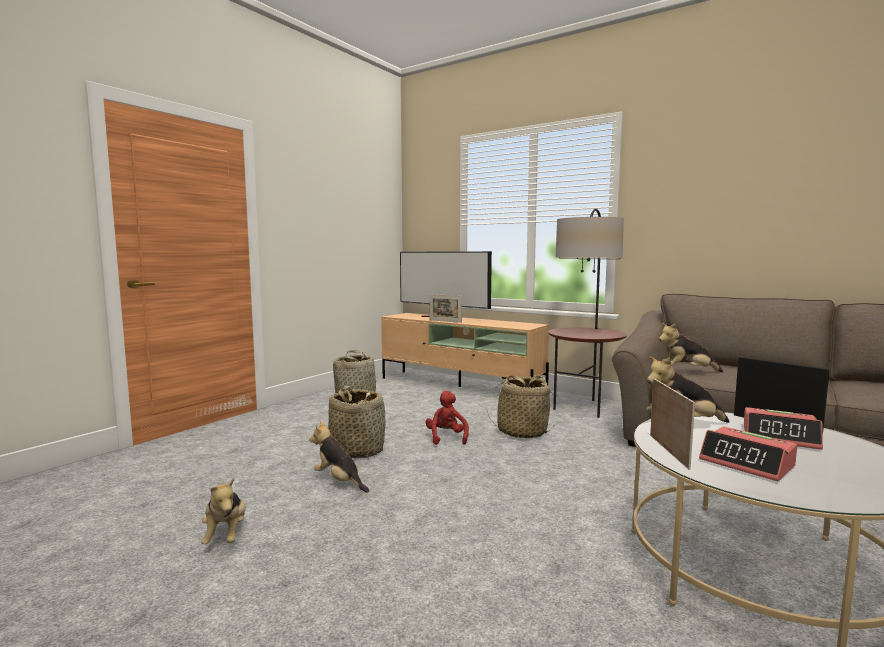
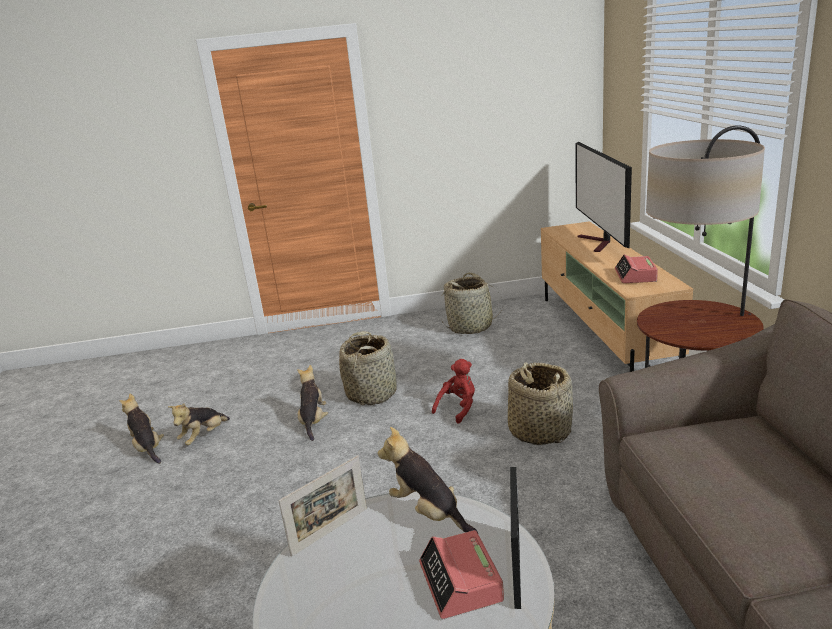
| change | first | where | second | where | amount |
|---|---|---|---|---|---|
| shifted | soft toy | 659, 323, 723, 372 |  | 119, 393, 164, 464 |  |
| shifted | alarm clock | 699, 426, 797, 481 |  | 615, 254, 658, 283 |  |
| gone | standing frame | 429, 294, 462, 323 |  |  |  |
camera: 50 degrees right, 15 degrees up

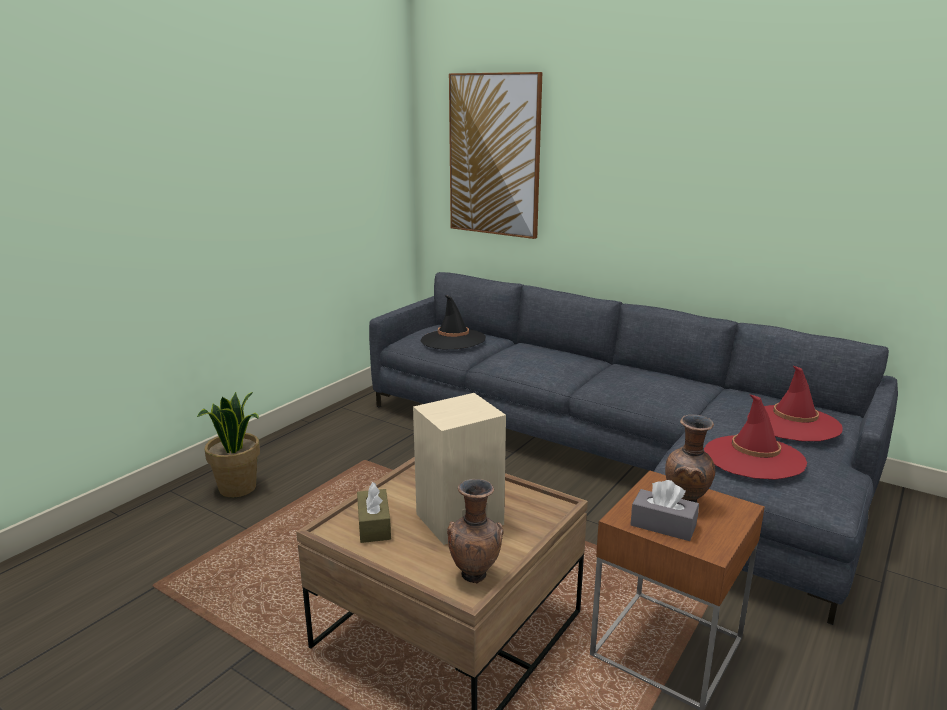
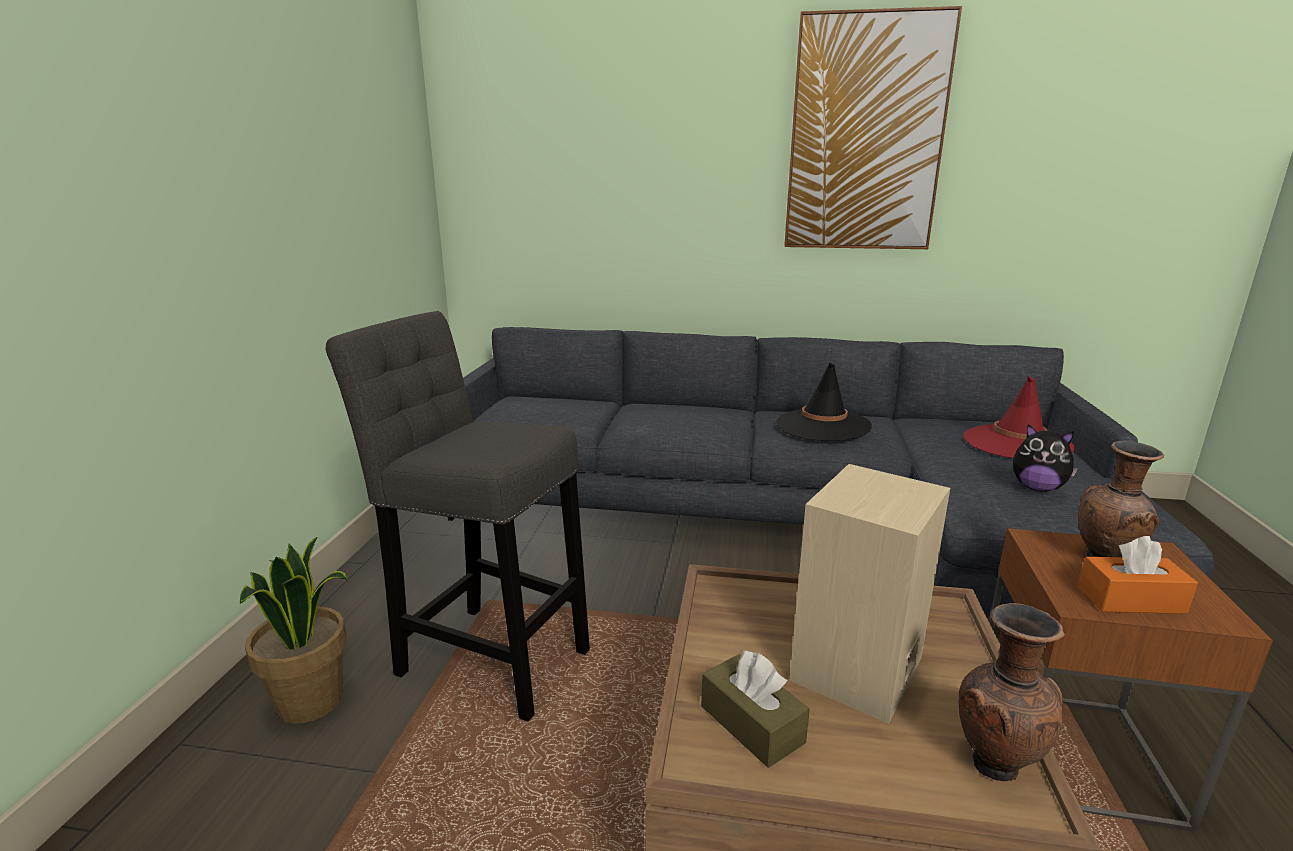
| change | first | where | second | where | amount |
|---|---|---|---|---|---|
| new |  |  | grey stool | 326, 311, 590, 722 |  |
| shifted | black hat | 421, 295, 486, 349 |  | 776, 363, 872, 441 |  |
| shifted | wall art | 449, 72, 542, 239 |  | 784, 6, 962, 249 |  |
| swapped | red hat | 704, 394, 807, 480 | soft toy | 1013, 424, 1078, 492 |  |
| repainted | grey tissue holder | 630, 480, 699, 541 | orangey tissue holder | 1078, 536, 1198, 614 |  |
camera: 25 degrees left, 0 degrees up

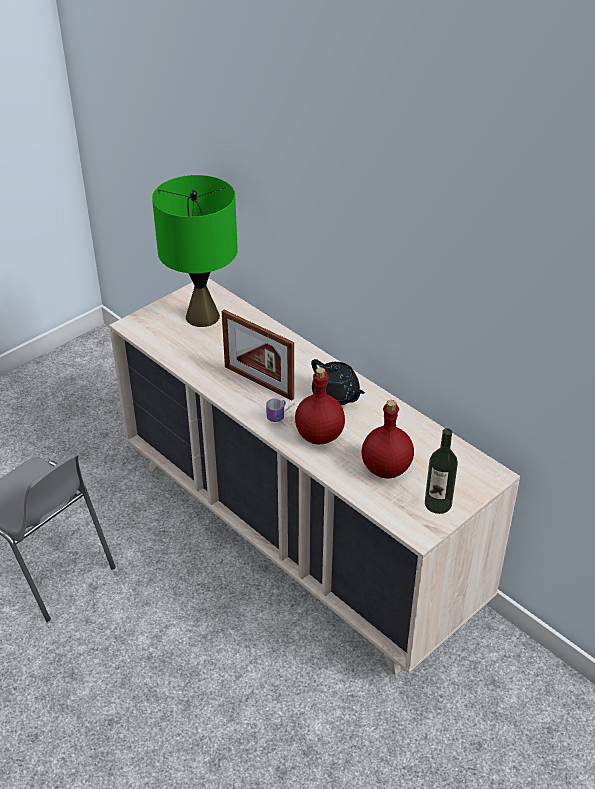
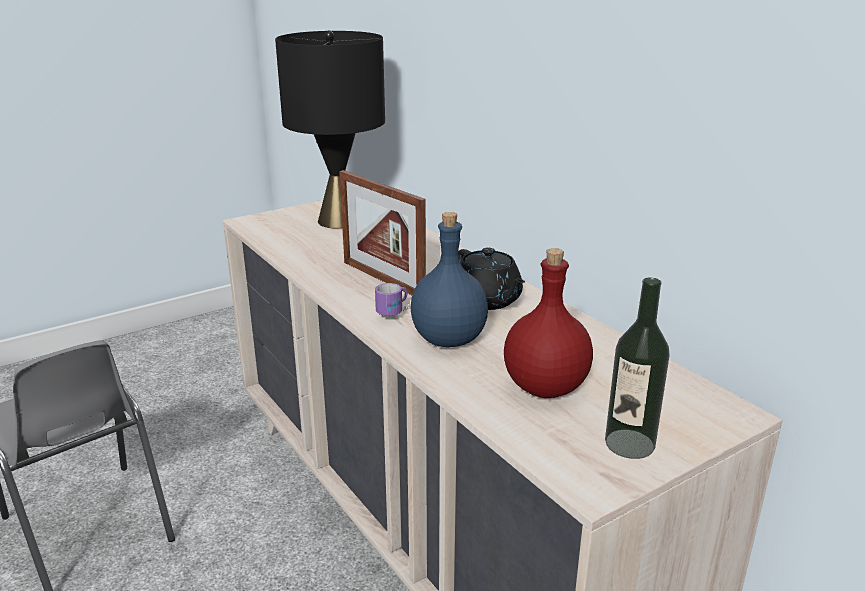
| change | first | where | second | where | amount |
|---|---|---|---|---|---|
| repainted | greenish lamp for a table | 152, 175, 238, 327 | black lamp for a table | 275, 30, 385, 229 |  |
| repainted | red beverage bottle | 295, 367, 345, 445 | blue-coloured beverage bottle | 410, 212, 488, 347 |  |
camera: 10 degrees right, 15 degrees down

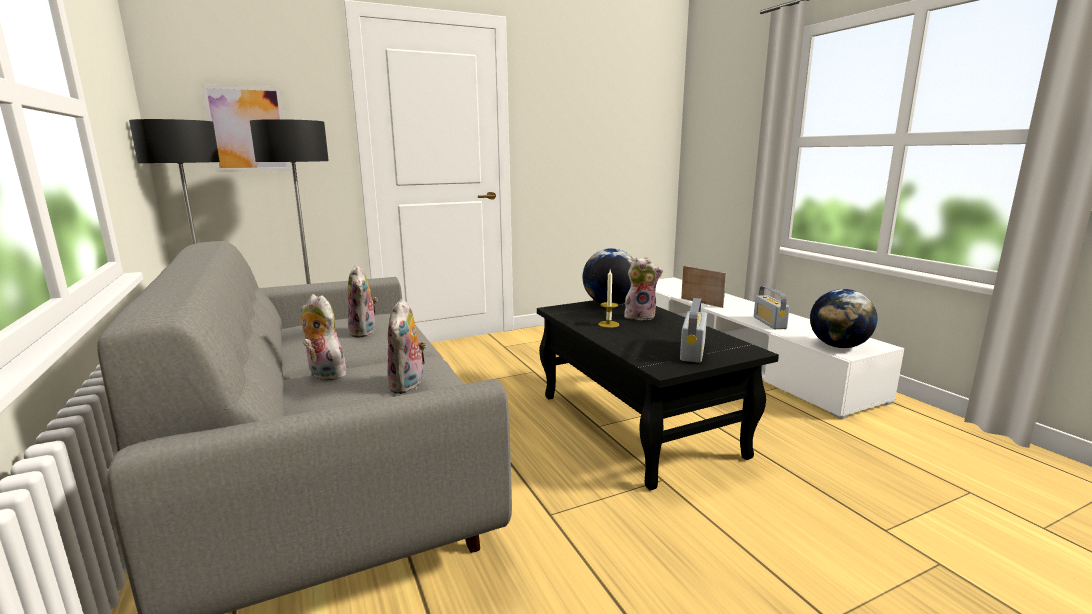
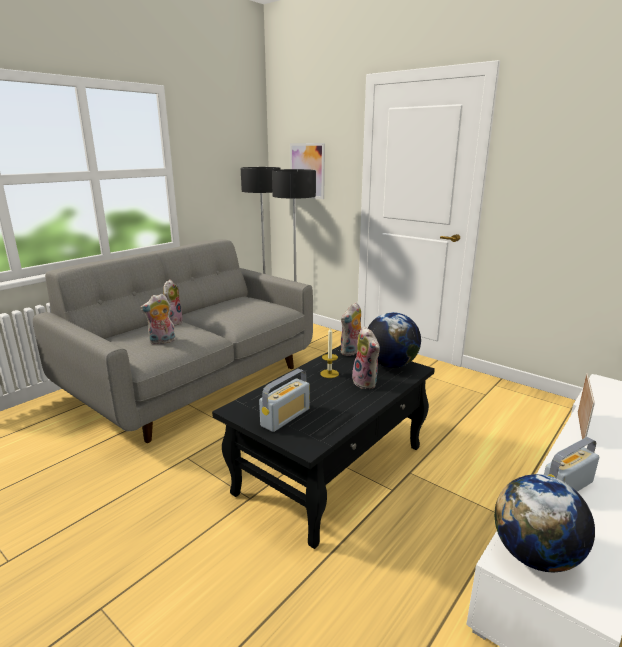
| change | first | where | second | where | amount |
|---|---|---|---|---|---|
| rotated | radio receiver | 680, 298, 707, 363 |  | 259, 369, 310, 432 | 135 degrees clockwise |
| shifted | soft toy | 348, 265, 378, 338 |  | 340, 302, 362, 356 |  |
camera: 65 degrees right, 5 degrees up

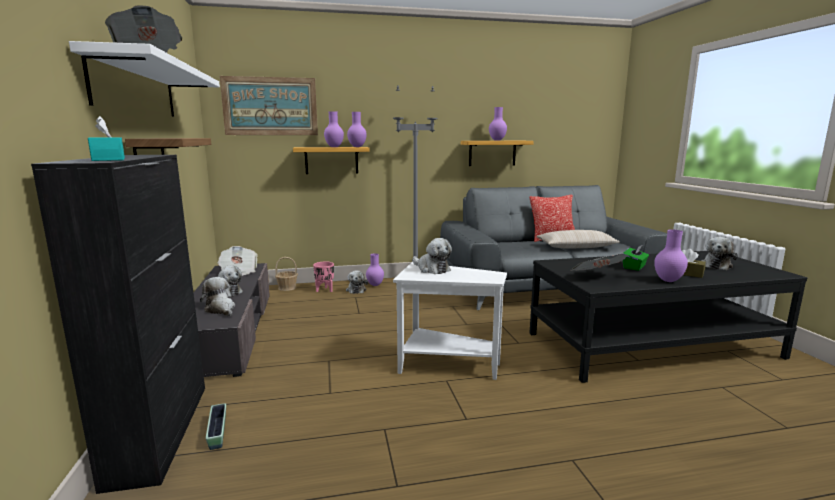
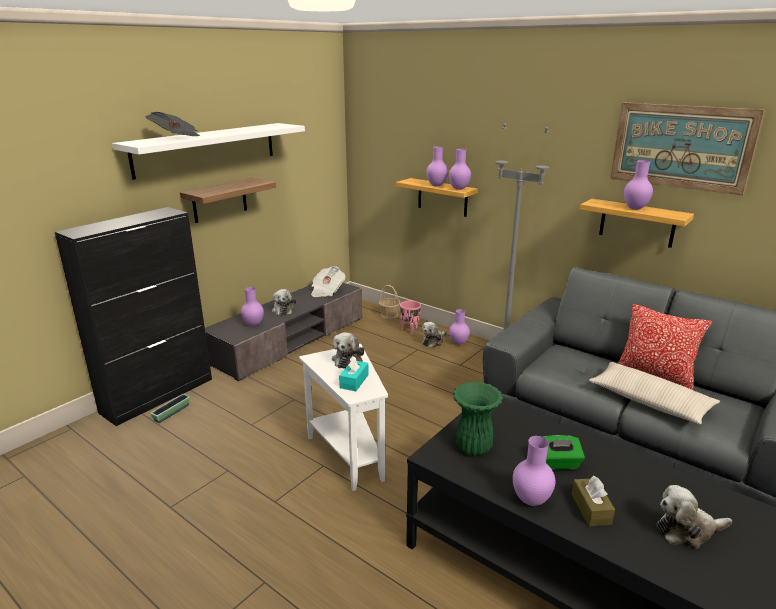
| change | first | where | second | where | amount |
|---|---|---|---|---|---|
| swapped | soft toy | 200, 277, 235, 316 | purple decorative vase | 241, 287, 264, 326 |  |
| shifted | turquoise-coloured tissue holder | 88, 116, 125, 161 |  | 339, 356, 369, 391 |  |
| swapped | printed paper | 571, 254, 628, 271 | greenish decorative vase | 453, 382, 503, 456 |  |
| shifted | wall art | 220, 76, 318, 135 |  | 610, 102, 765, 196 |  |
camera: 50 degrees right, 10 degrees up

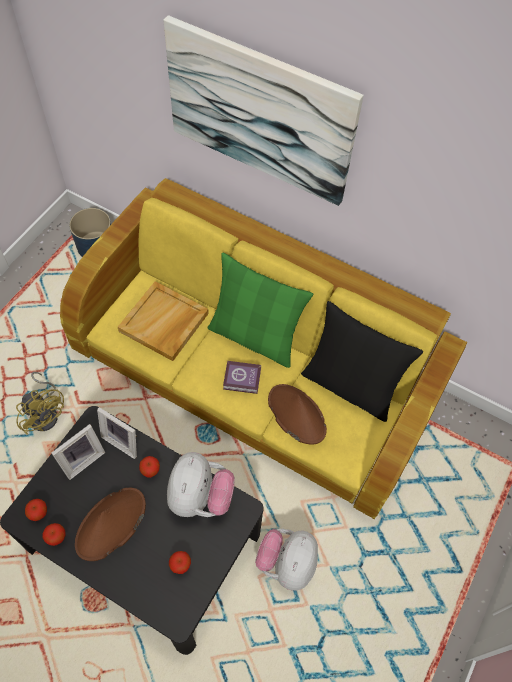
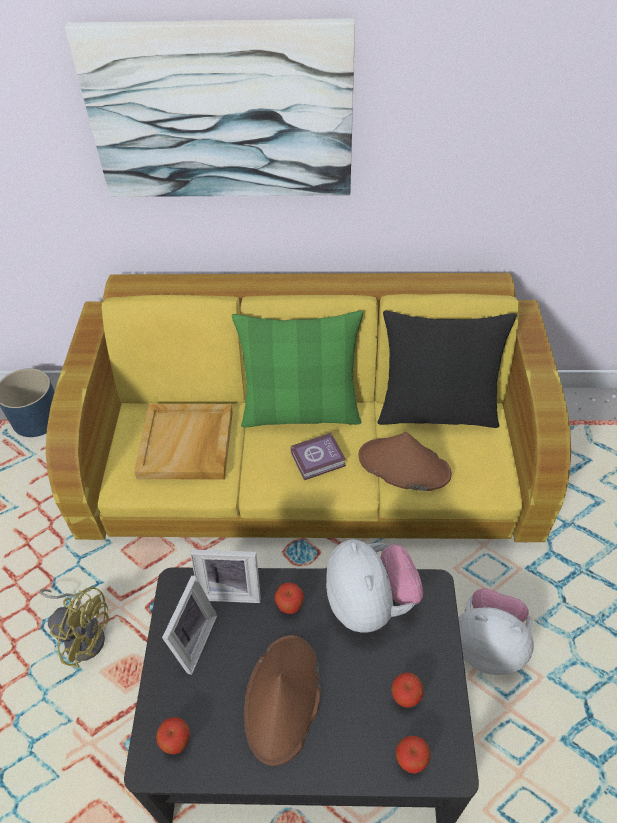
| change | first | where | second | where | amount |
|---|---|---|---|---|---|
| shifted | apple | 43, 523, 65, 546 |  | 396, 736, 430, 774 |  |
| rotated | soft toy | 255, 529, 318, 591 |  | 458, 588, 534, 675 | 120 degrees clockwise |
camera: 25 degrees left, 10 degrees down

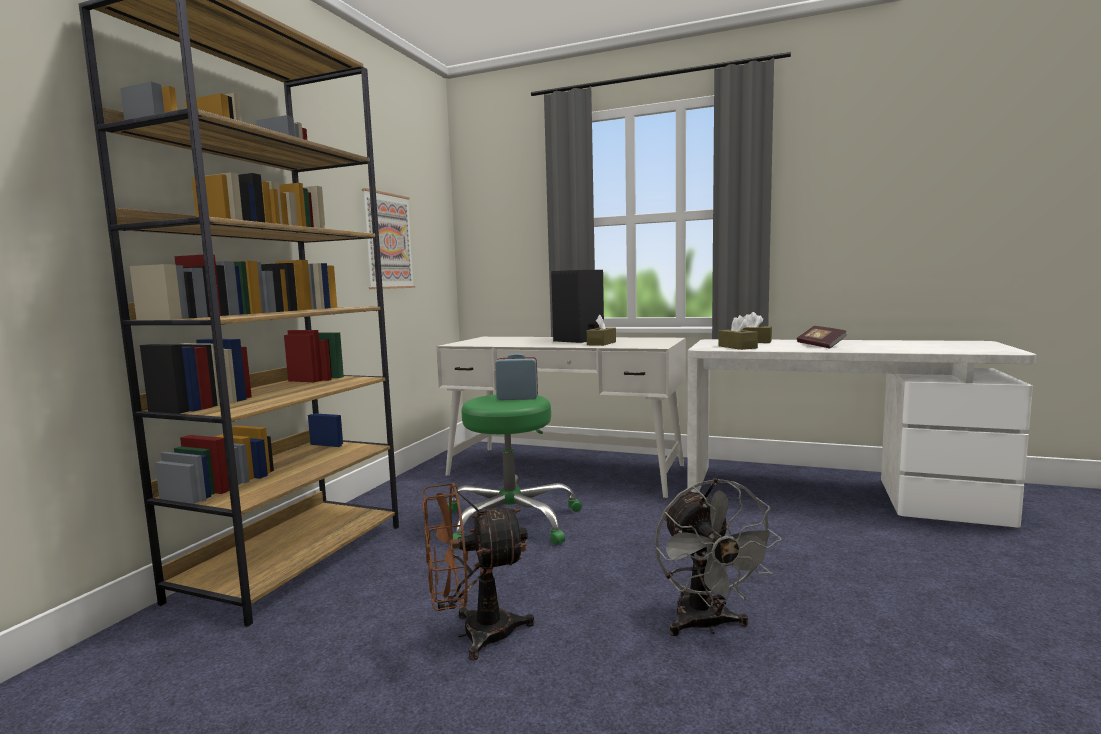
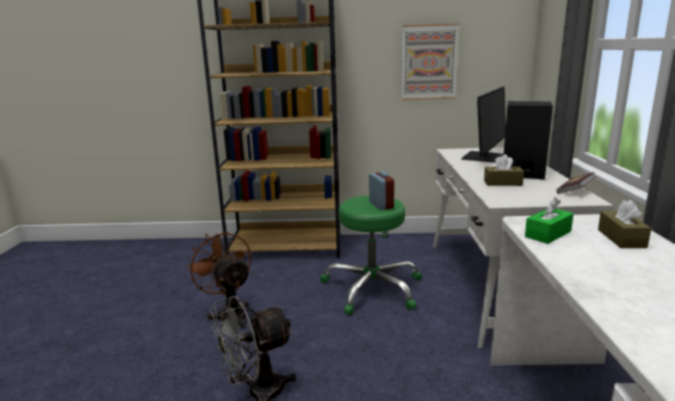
| change | first | where | second | where | amount |
|---|---|---|---|---|---|
| new |  |  | monitor | 461, 86, 506, 163 |  |
| repainted | brown tissue holder | 719, 315, 758, 350 | greenish tissue holder | 525, 197, 573, 244 |  |
| shifted | book | 797, 326, 847, 348 |  | 556, 172, 596, 194 |  |
camera: 70 degrees right, 10 degrees up

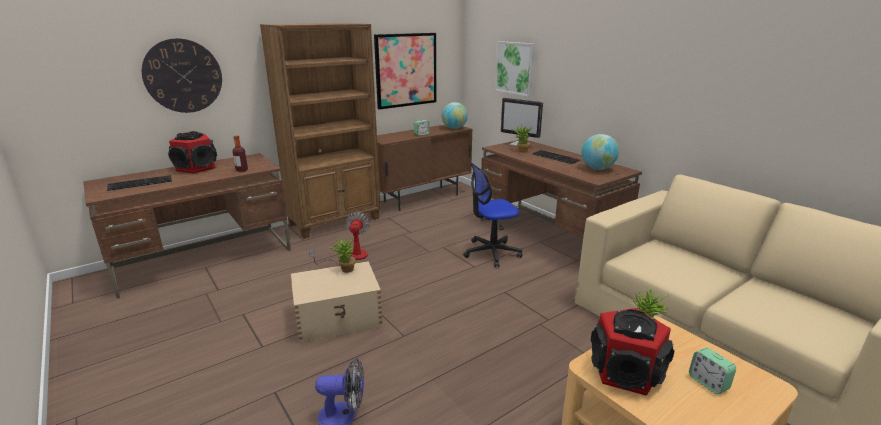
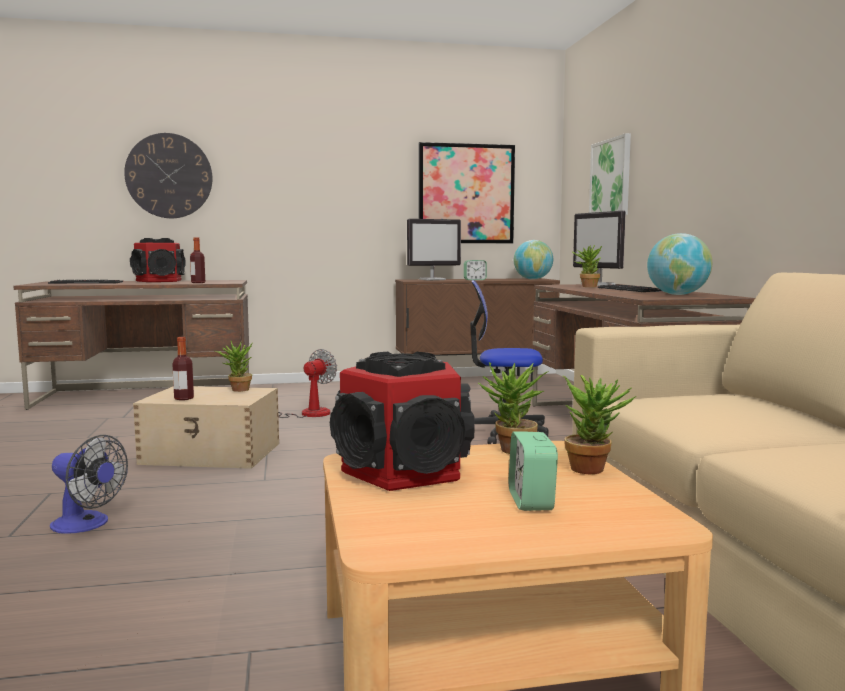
| change | first | where | second | where | amount |
|---|---|---|---|---|---|
| new |  |  | beverage bottle | 172, 337, 194, 400 |  |
| new |  |  | monitor | 407, 219, 461, 280 |  |
| new |  |  | plant in a pot | 562, 375, 637, 474 |  |
| gone | brown bookcase | 260, 23, 381, 239 |  |  |  |
camera: 25 degrees right, 15 degrees down

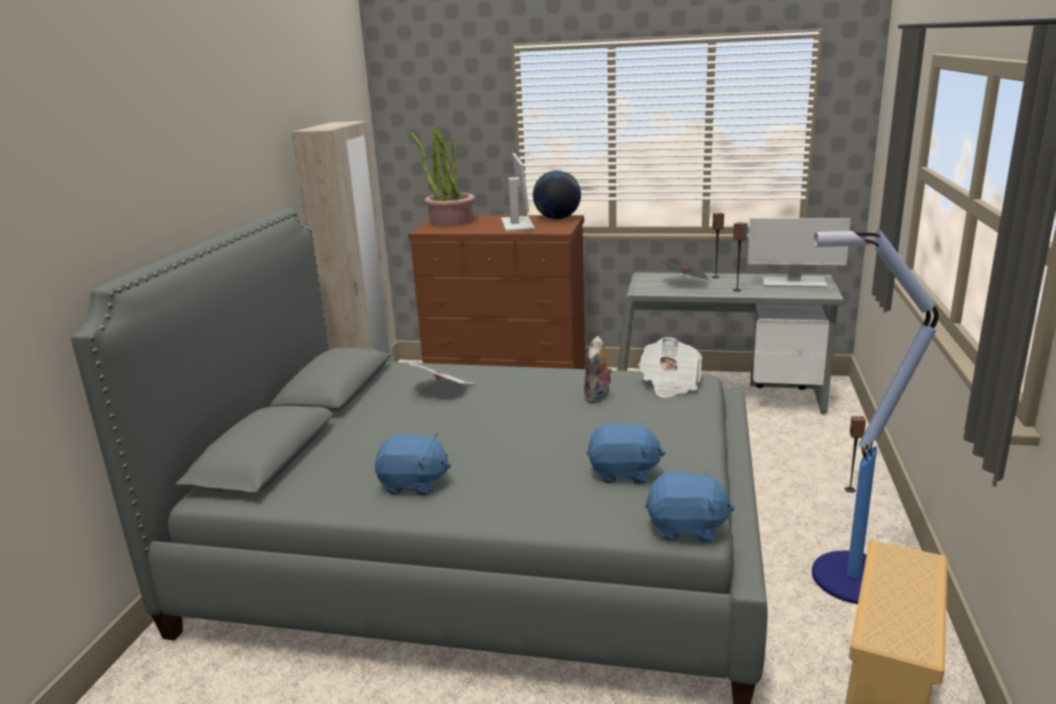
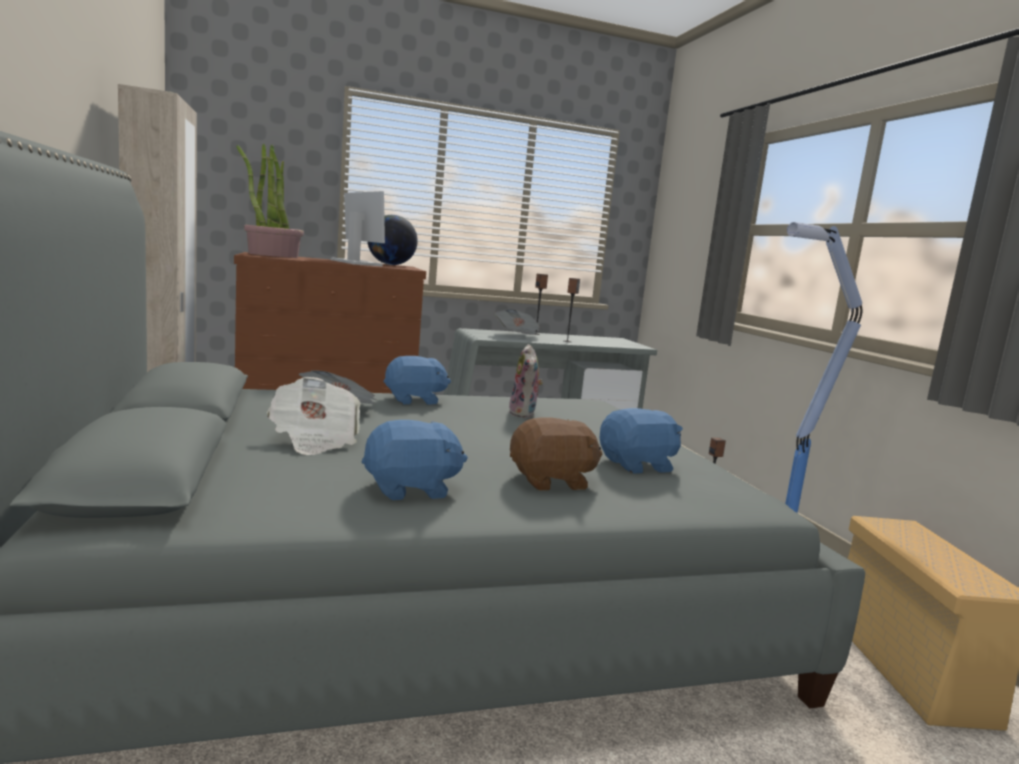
| change | first | where | second | where | amount |
|---|---|---|---|---|---|
| shifted | printed paper | 638, 337, 702, 398 |  | 267, 377, 361, 455 |  |
| shifted | blue-coloured soft toy | 645, 470, 735, 543 |  | 384, 356, 451, 405 |  |
| new |  |  | brown soft toy | 510, 417, 602, 491 |  |
| gone | monitor | 747, 218, 851, 288 |  |  |  |
camera: 30 degrees left, 10 degrees down

